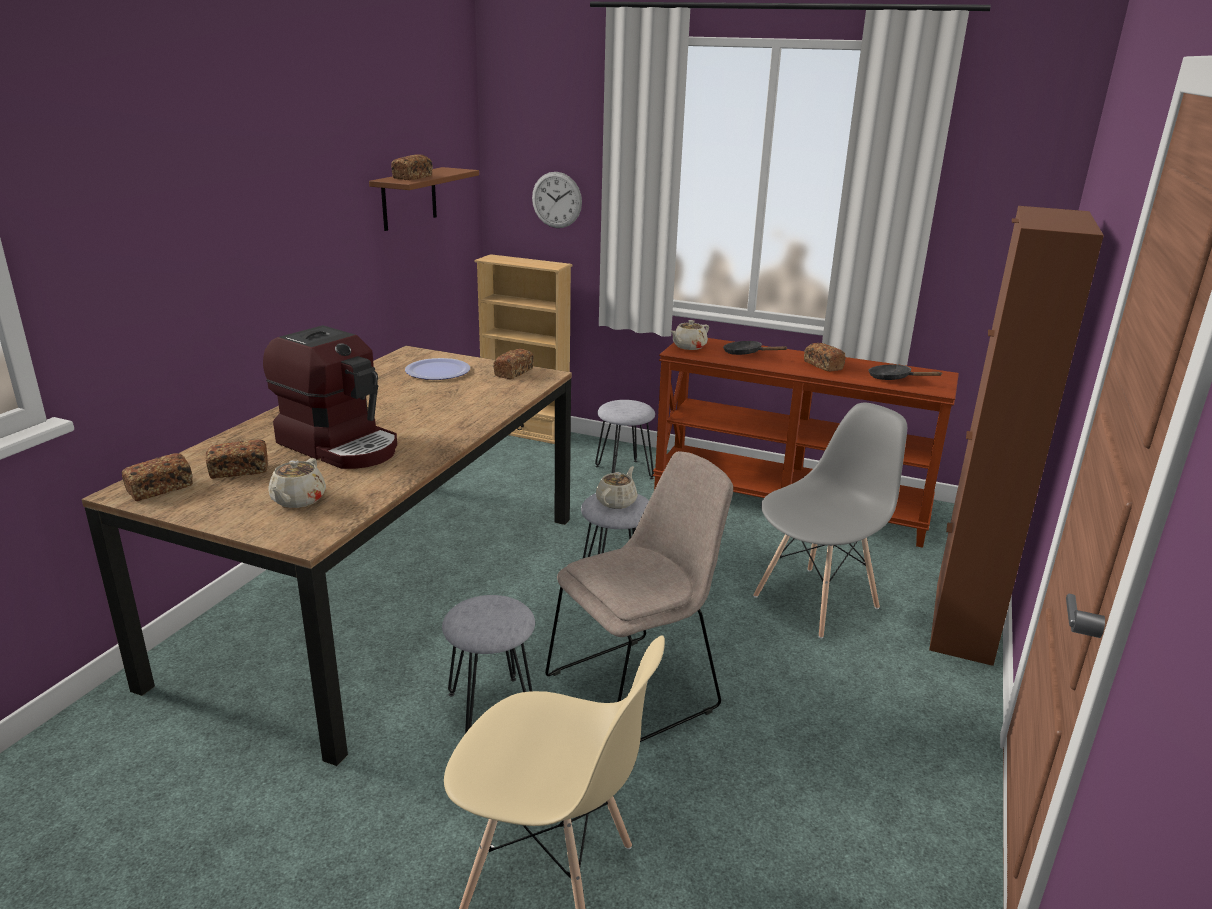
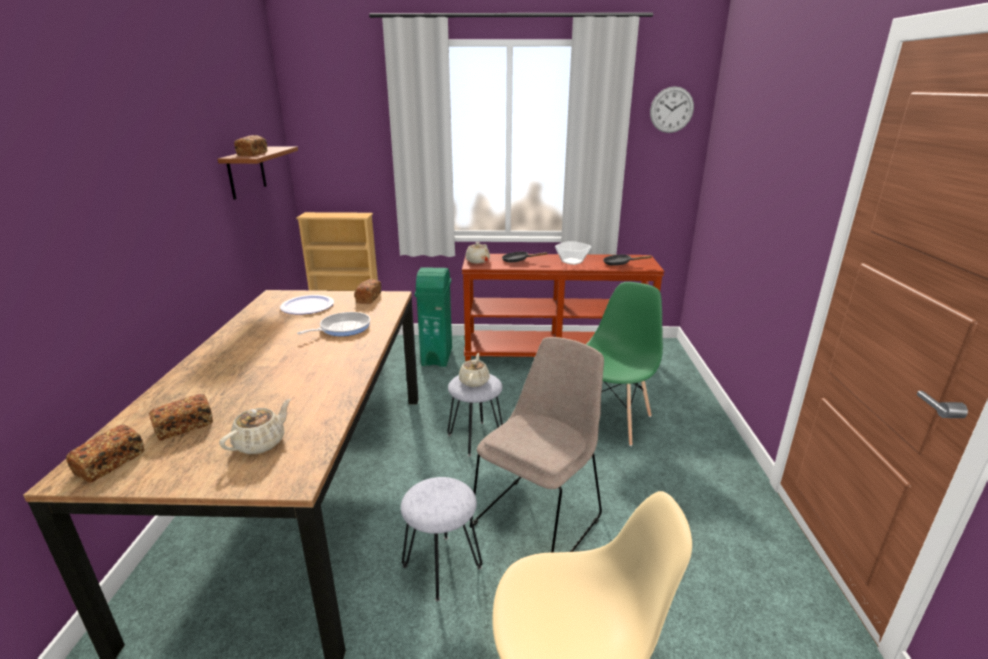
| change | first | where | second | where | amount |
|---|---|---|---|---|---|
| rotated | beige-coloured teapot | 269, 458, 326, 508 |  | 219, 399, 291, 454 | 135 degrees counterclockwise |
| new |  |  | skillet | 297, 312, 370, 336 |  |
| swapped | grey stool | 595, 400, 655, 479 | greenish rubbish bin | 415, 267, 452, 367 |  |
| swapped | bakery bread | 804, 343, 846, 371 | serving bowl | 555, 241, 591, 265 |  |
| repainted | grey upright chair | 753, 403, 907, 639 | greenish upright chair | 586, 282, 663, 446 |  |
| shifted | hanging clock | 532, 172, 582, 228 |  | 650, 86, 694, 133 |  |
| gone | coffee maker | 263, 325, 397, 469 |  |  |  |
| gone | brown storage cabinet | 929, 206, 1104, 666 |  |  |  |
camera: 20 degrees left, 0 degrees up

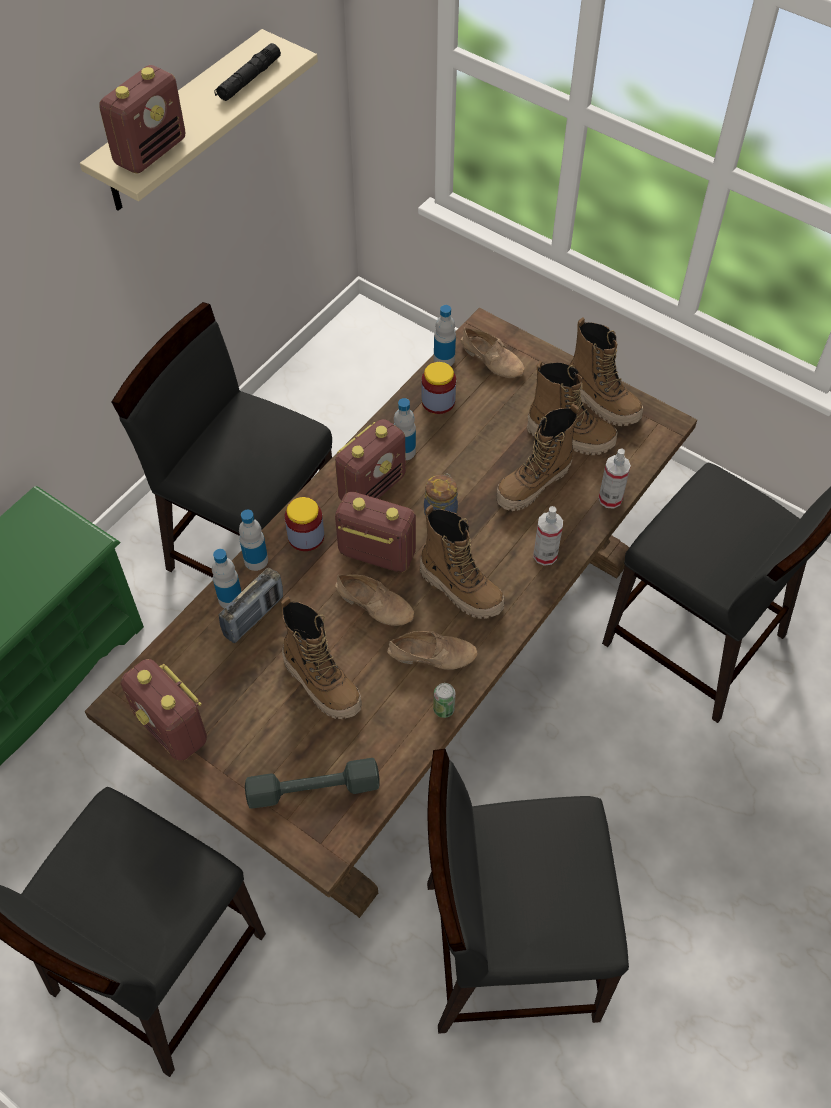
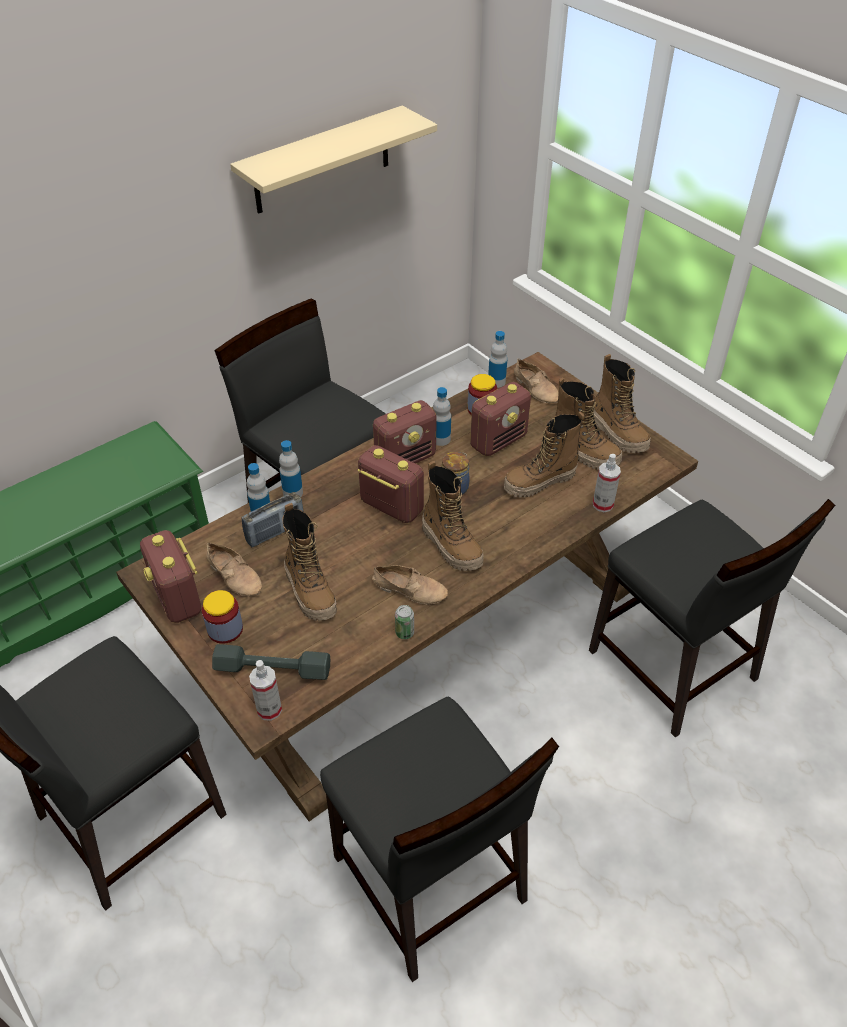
| change | first | where | second | where | amount |
|---|---|---|---|---|---|
| shifted | preserve jar | 285, 497, 324, 551 |  | 202, 590, 243, 644 |  |
| shifted | beige-coloured shoe | 335, 574, 414, 626 |  | 207, 542, 262, 597 |  |
| shifted | spray bottle | 533, 506, 563, 566 |  | 249, 660, 282, 721 |  |
| rotated | black upright chair | 427, 749, 629, 1034 |  | 320, 697, 559, 982 | 135 degrees counterclockwise |
| shifted | radio receiver | 100, 65, 185, 174 |  | 470, 382, 531, 457 |  |
| gone | black torch | 214, 43, 281, 101 |  |  |  |
camera: 15 degrees right, 10 degrees down

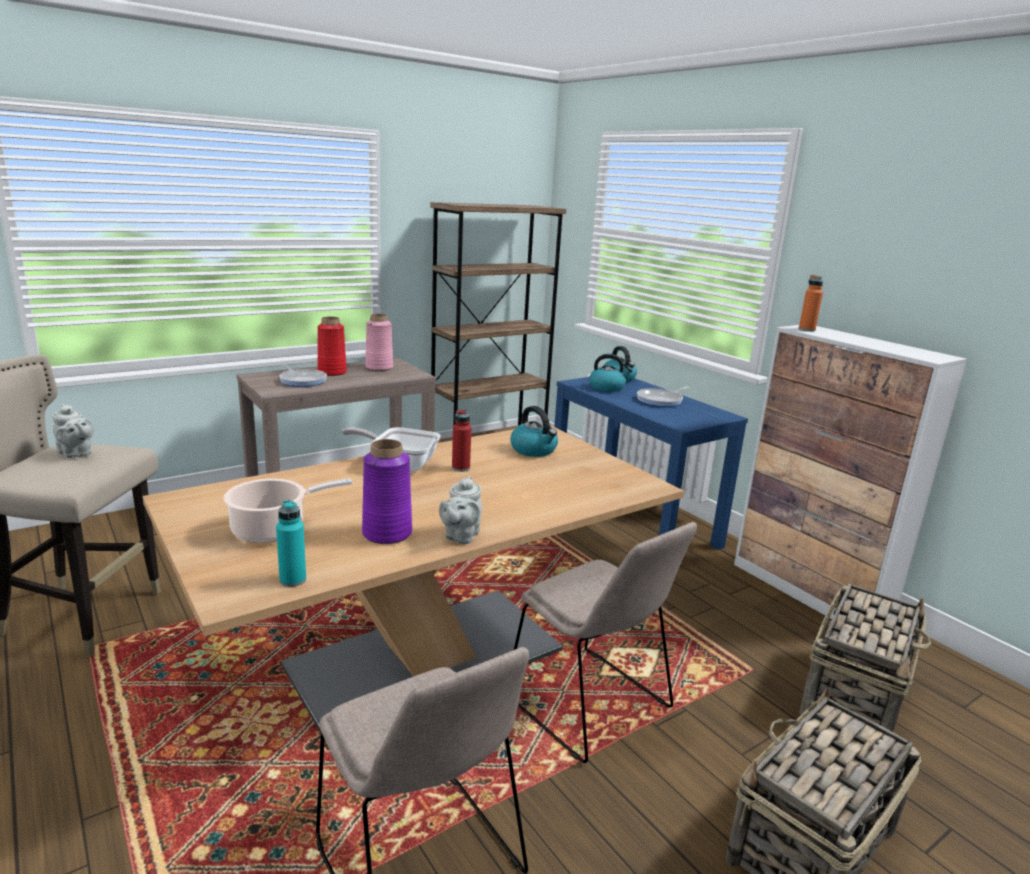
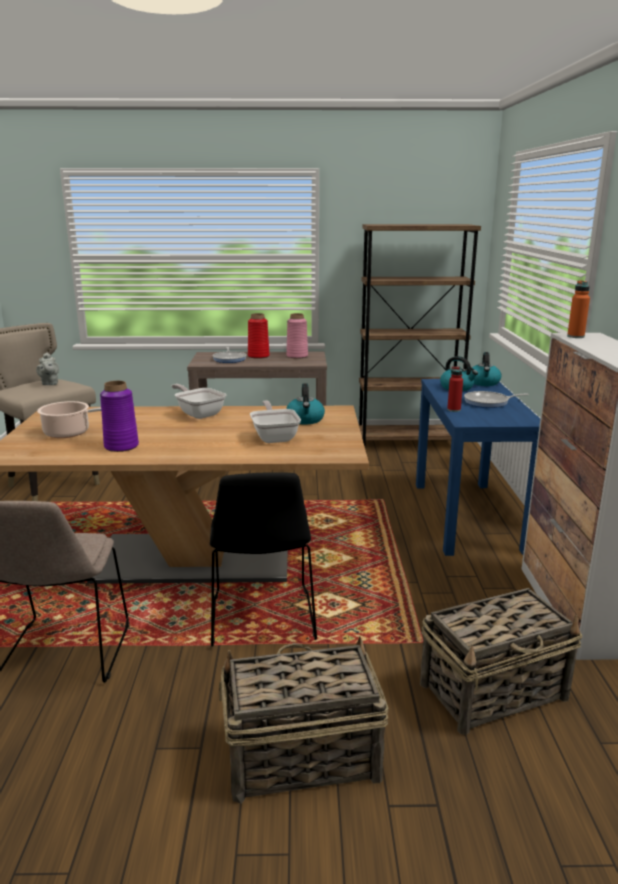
| change | first | where | second | where | amount |
|---|---|---|---|---|---|
| repainted | beige-coloured upright chair | 514, 522, 697, 763 | black upright chair | 210, 472, 317, 647 |  |
| new |  |  | skillet | 250, 400, 301, 443 |  |
| shifted | red beverage bottle | 452, 409, 471, 472 |  | 447, 366, 463, 412 |  |
| gone | turquoise-coloured beverage bottle | 276, 500, 306, 587 |  |  |  |
| gone | grey teapot | 439, 476, 482, 544 |  |  |  |
camera: 35 degrees right, 0 degrees up

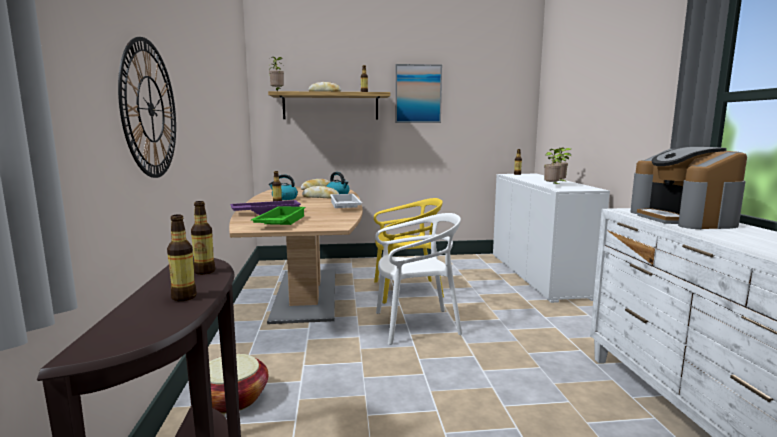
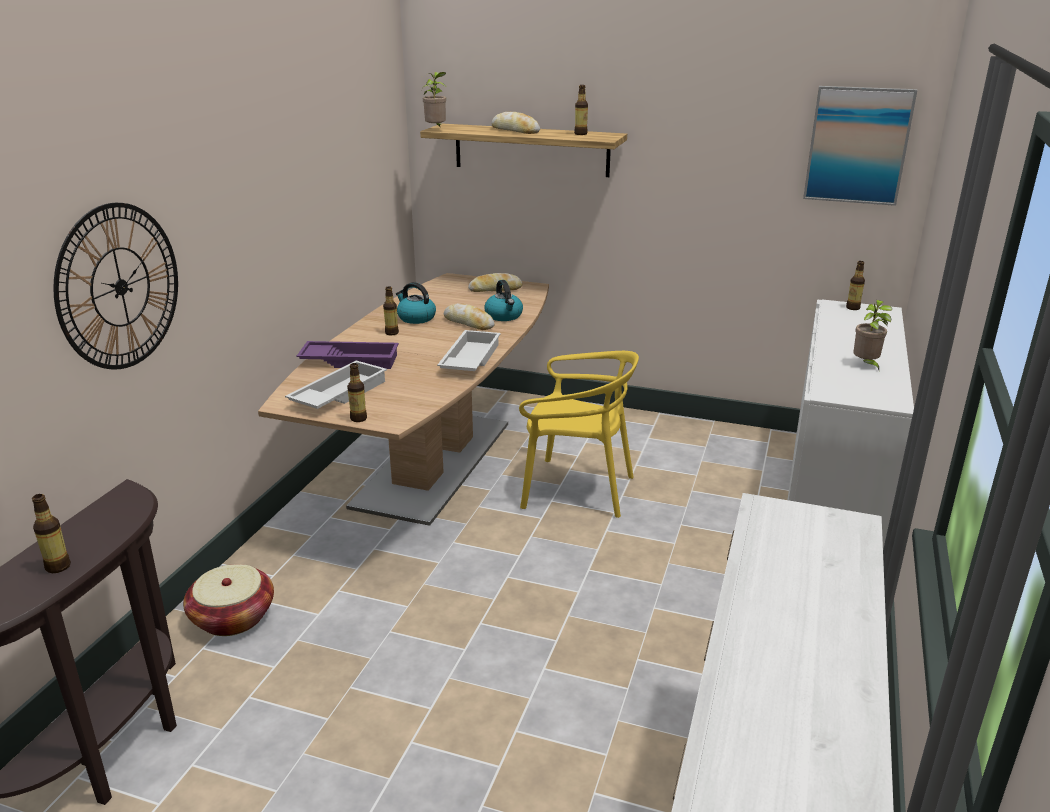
| change | first | where | second | where | amount |
|---|---|---|---|---|---|
| repainted | greenish carrying tray | 251, 206, 306, 225 | white-coloured carrying tray | 285, 361, 387, 409 |  |
| shifted | beverage bottle | 191, 201, 215, 275 |  | 347, 363, 367, 422 |  |
| shifted | wall art | 395, 64, 442, 123 |  | 803, 86, 917, 206 |  |
| gone | white-coloured upright chair | 375, 213, 462, 345 |  |  |  |
| gone | plant in a pot | 544, 149, 566, 186 |  |  |  |
| gone | coffee maker | 630, 147, 747, 229 |  |  |  |
camera: 25 degrees right, 15 degrees up

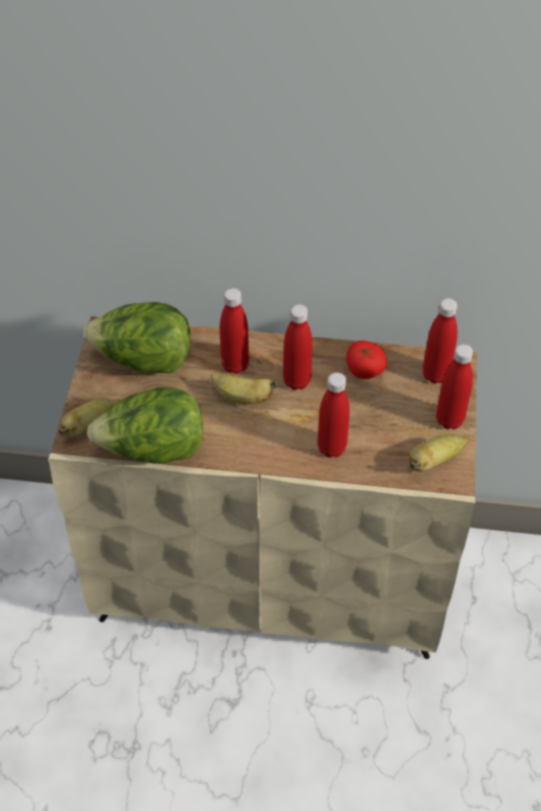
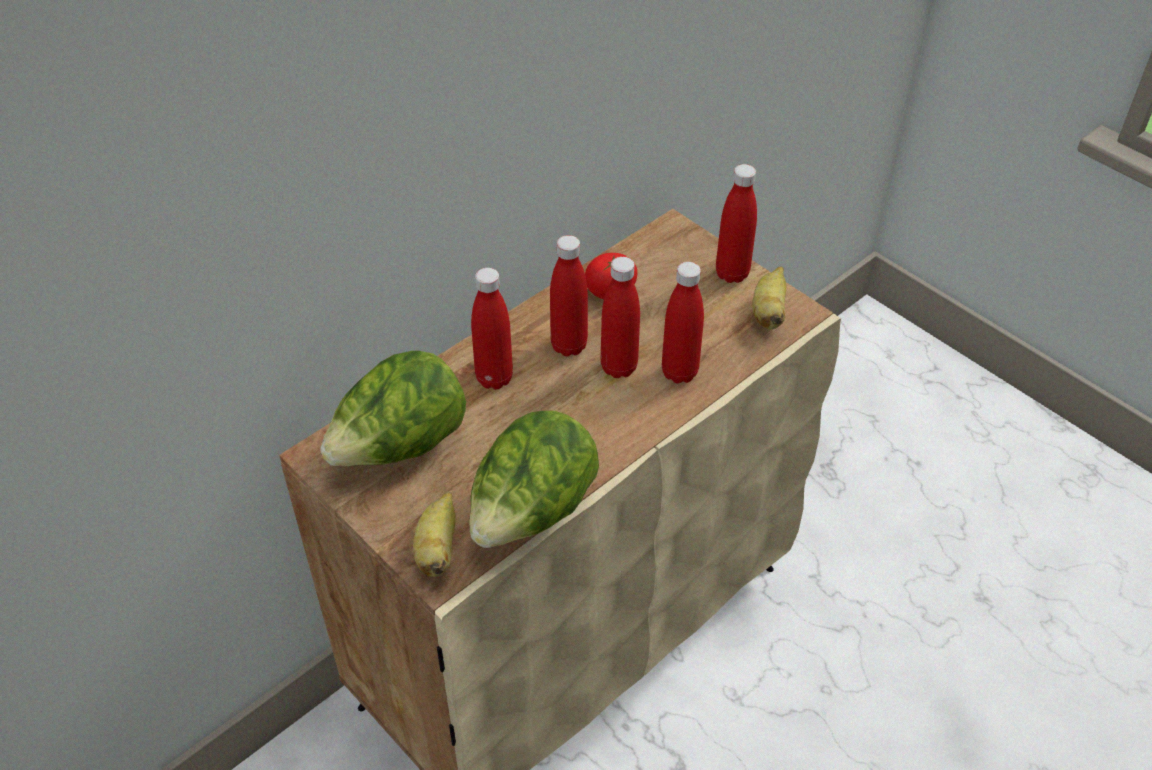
| change | first | where | second | where | amount |
|---|---|---|---|---|---|
| shifted | red beverage bottle | 423, 298, 457, 384 |  | 601, 257, 640, 378 |  |
| gone | whole banana | 211, 374, 278, 404 |  |  |  |
camera: 50 degrees left, 5 degrees down

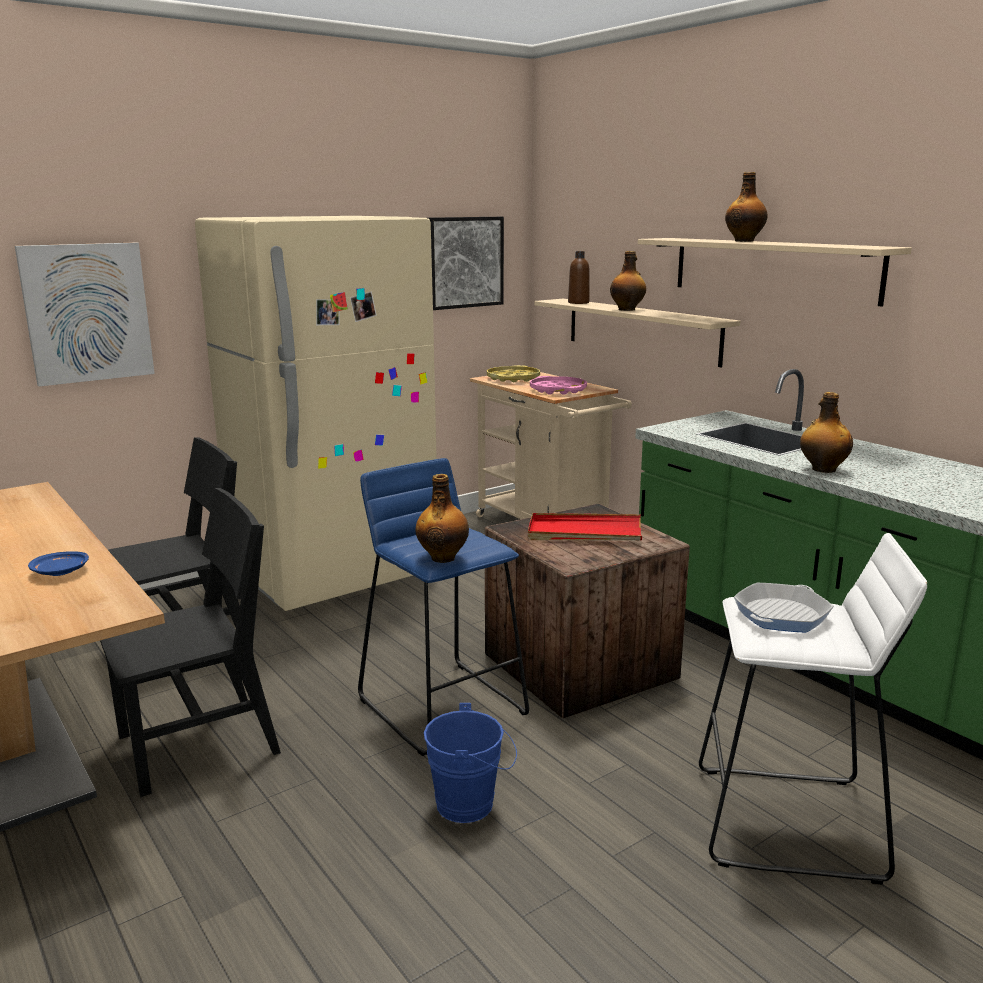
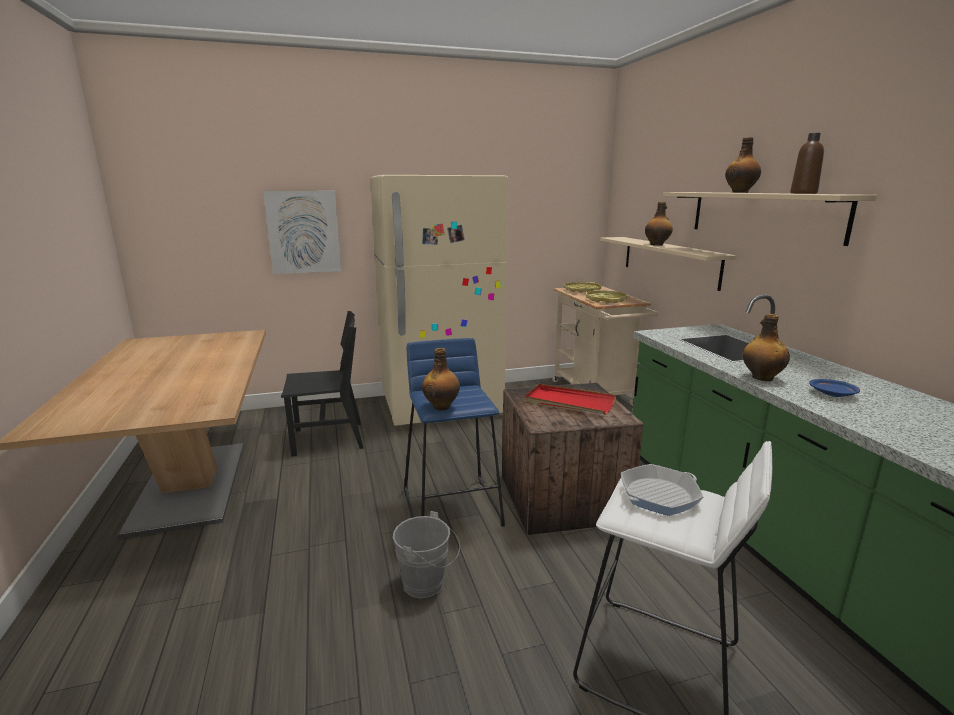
| change | first | where | second | where | amount |
|---|---|---|---|---|---|
| repainted | blue-coloured bucket | 424, 703, 517, 823 | grey bucket | 393, 511, 460, 598 |  |
| repainted | pinkish carrying tray | 530, 376, 587, 395 | yellow carrying tray | 586, 290, 627, 303 |  |
| shifted | brown beverage bottle | 568, 251, 590, 304 |  | 790, 133, 824, 194 |  |
| shifted | blue-coloured plate | 28, 551, 89, 576 |  | 809, 379, 860, 397 |  |
| gone | black upright chair | 100, 488, 281, 797 |  |  |  |
| gone | wall art | 428, 217, 504, 310 |  |  |  |
camera: 20 degrees right, 0 degrees up

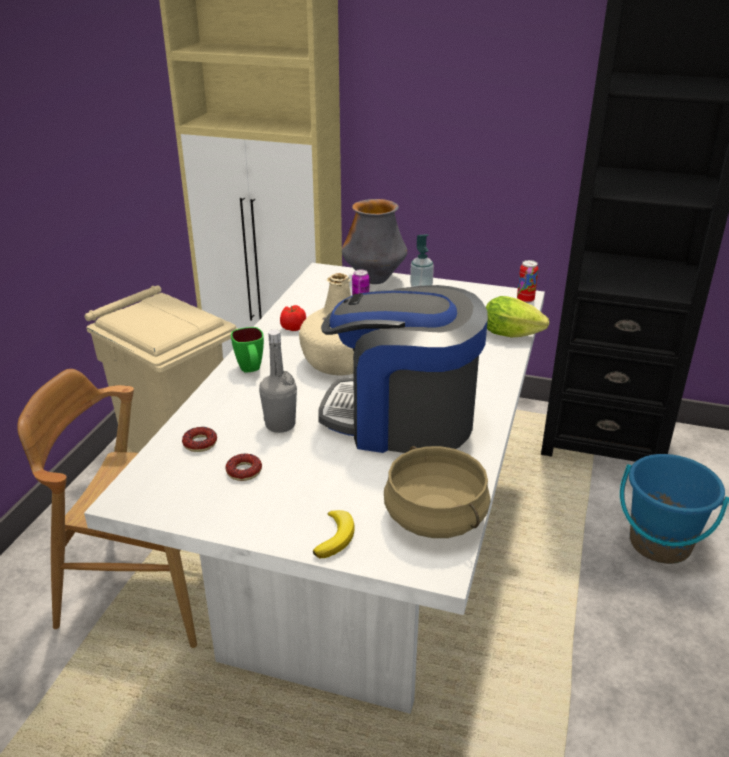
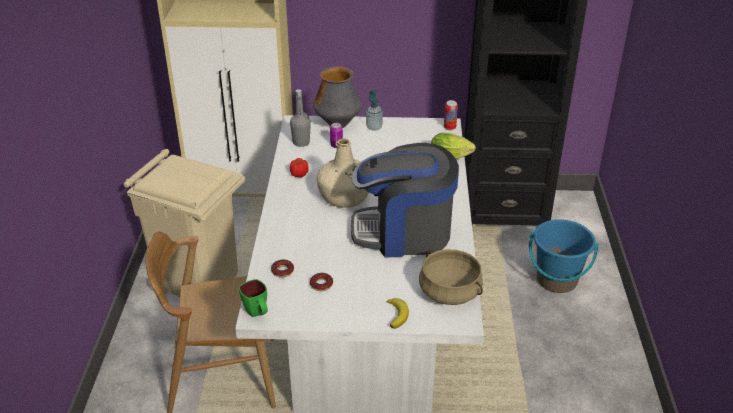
| change | first | where | second | where | amount |
|---|---|---|---|---|---|
| shifted | greenish mug | 231, 327, 264, 372 |  | 239, 279, 268, 317 |  |
| shifted | grey beverage bottle | 259, 329, 297, 433 |  | 290, 89, 311, 147 |  |
camera: 15 degrees left, 5 degrees up

